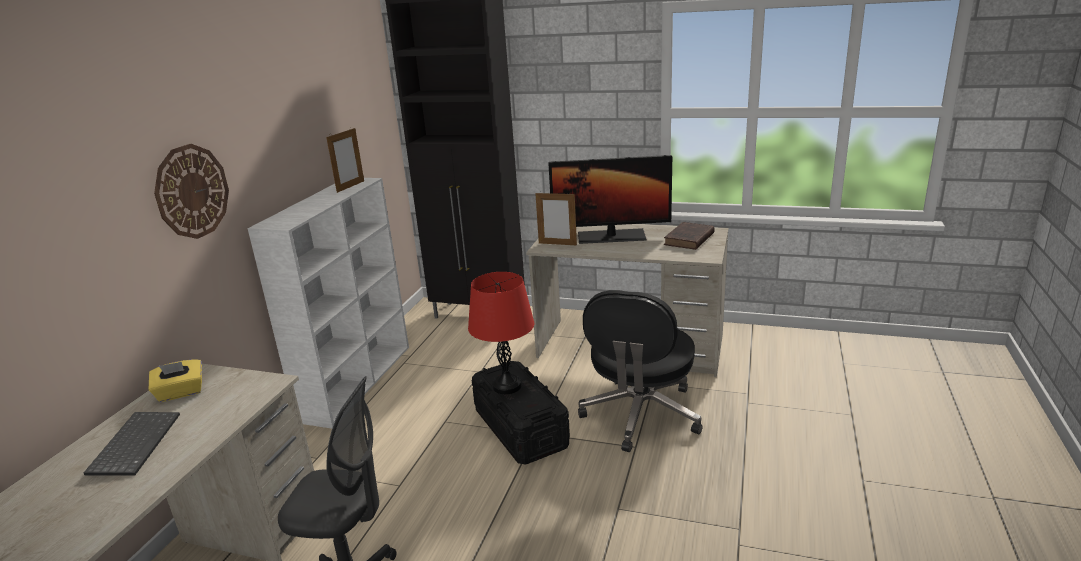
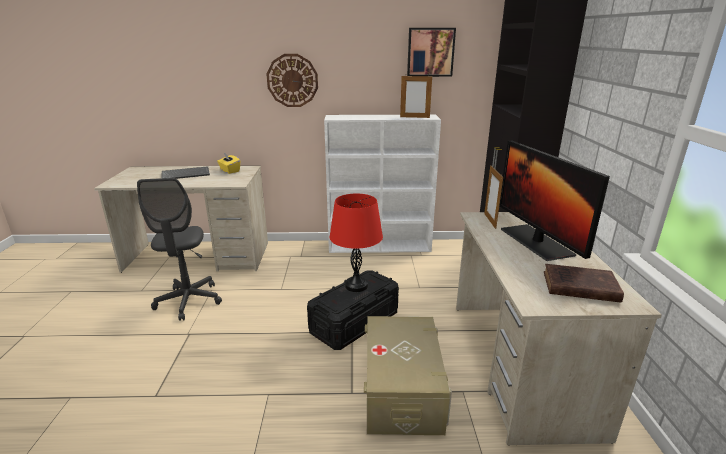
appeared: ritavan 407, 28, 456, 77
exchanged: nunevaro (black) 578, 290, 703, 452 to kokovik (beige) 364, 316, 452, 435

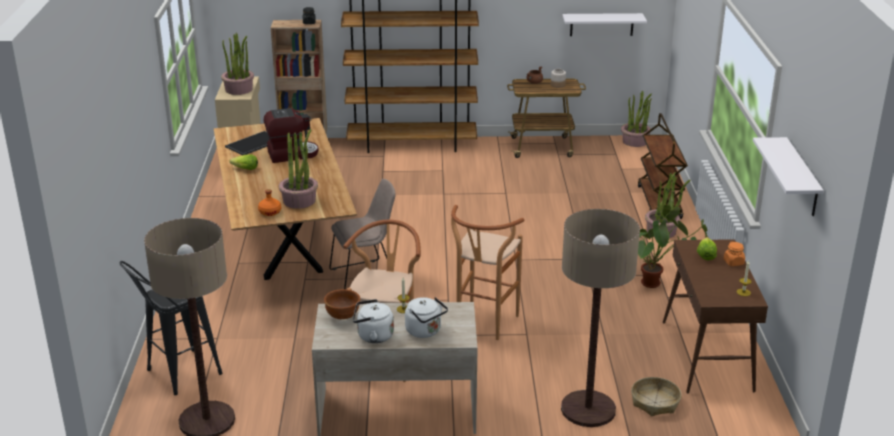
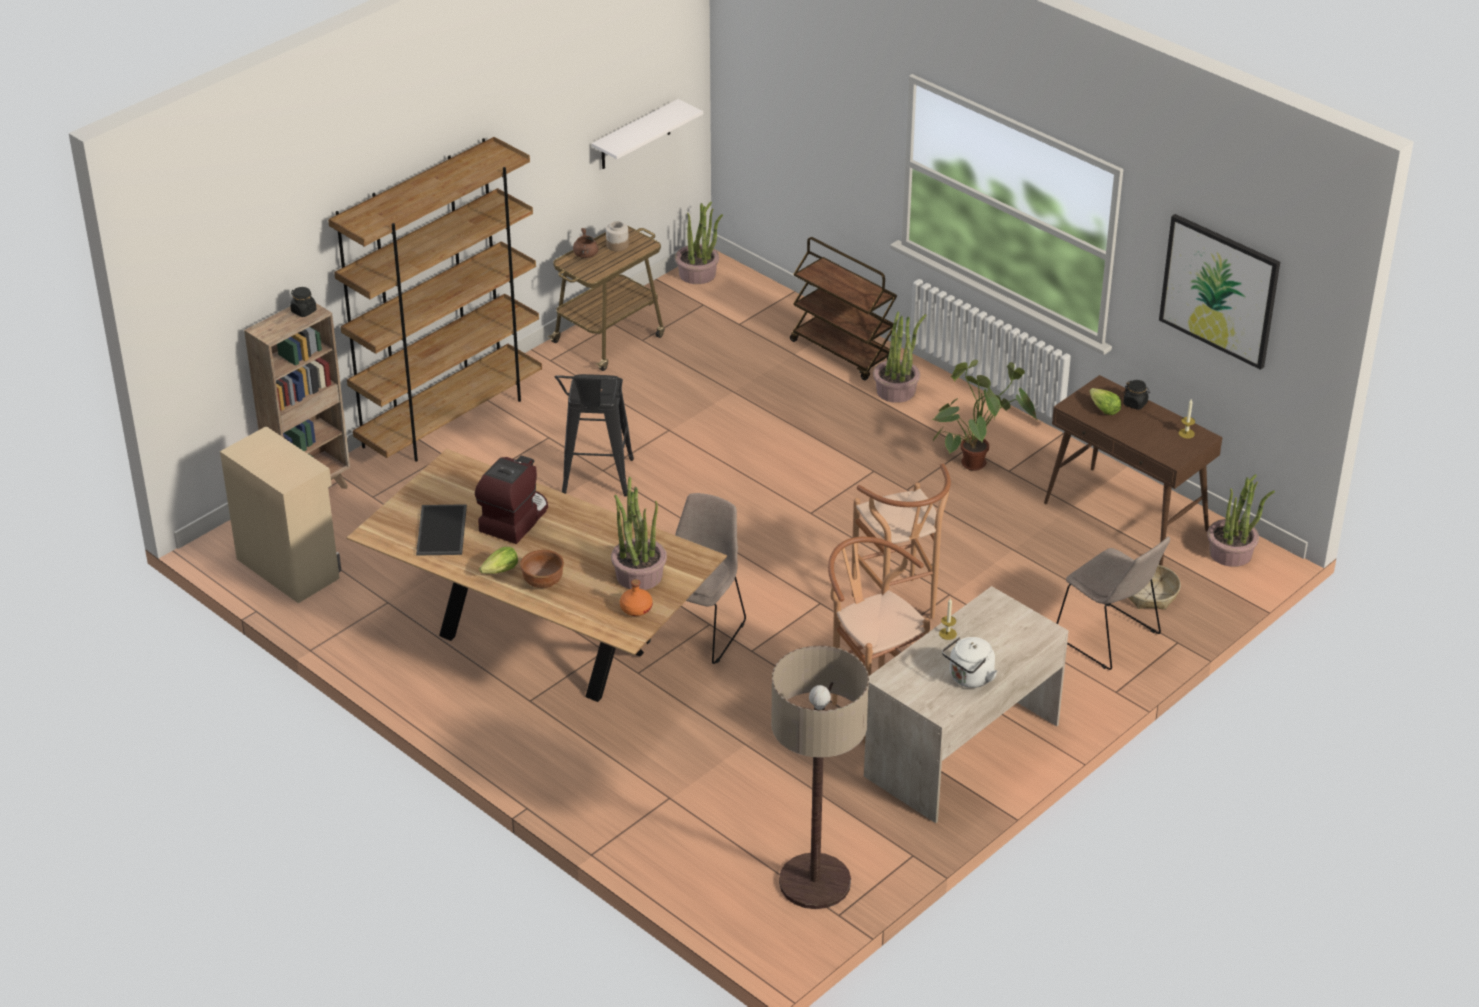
missing: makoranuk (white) 405, 297, 448, 338
relocated: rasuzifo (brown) 324, 289, 360, 319 to 520, 550, 564, 588; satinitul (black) 120, 261, 223, 395 to 555, 374, 634, 496; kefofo 221, 33, 254, 95 to 1207, 474, 1275, 567
exchanged: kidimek 561, 209, 640, 427 to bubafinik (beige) 1056, 537, 1170, 670; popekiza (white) 753, 137, 824, 216 to ritavan 1159, 214, 1280, 370
colour: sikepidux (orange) 724, 241, 745, 266 to sikepidux (black) 1123, 380, 1150, 410

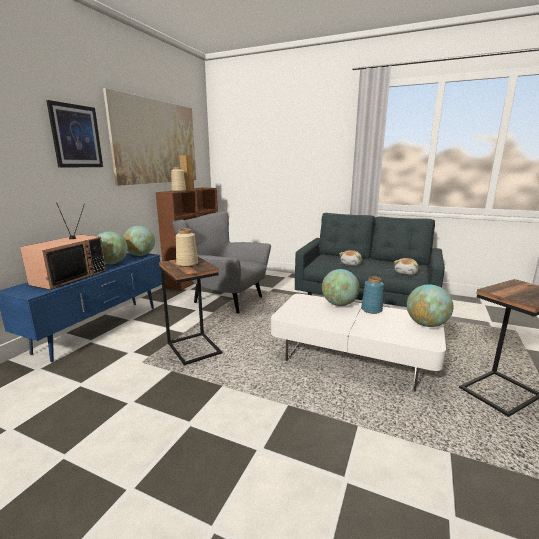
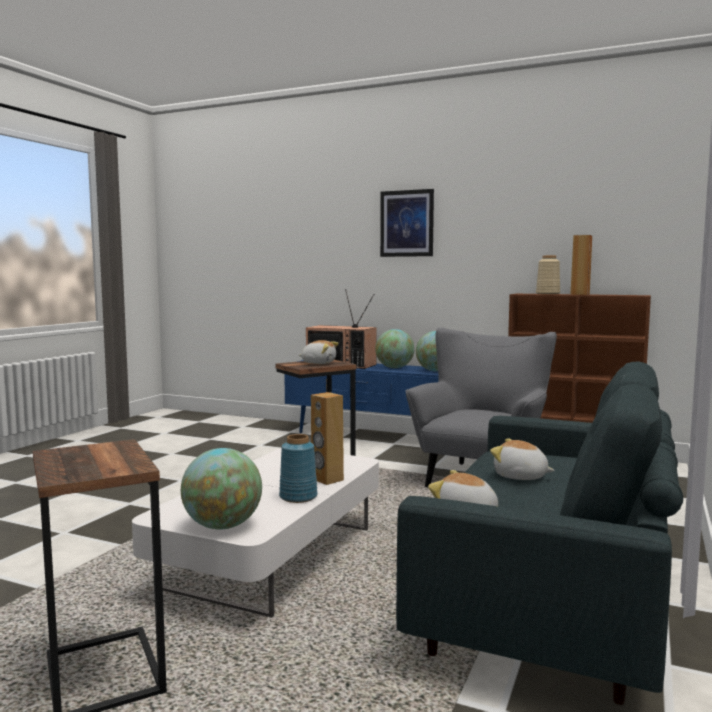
missing: ritavan 103, 88, 196, 186
exchanged: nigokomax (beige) 176, 229, 198, 267 to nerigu 299, 340, 339, 364; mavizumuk 322, 269, 360, 306 to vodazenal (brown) 311, 392, 344, 485

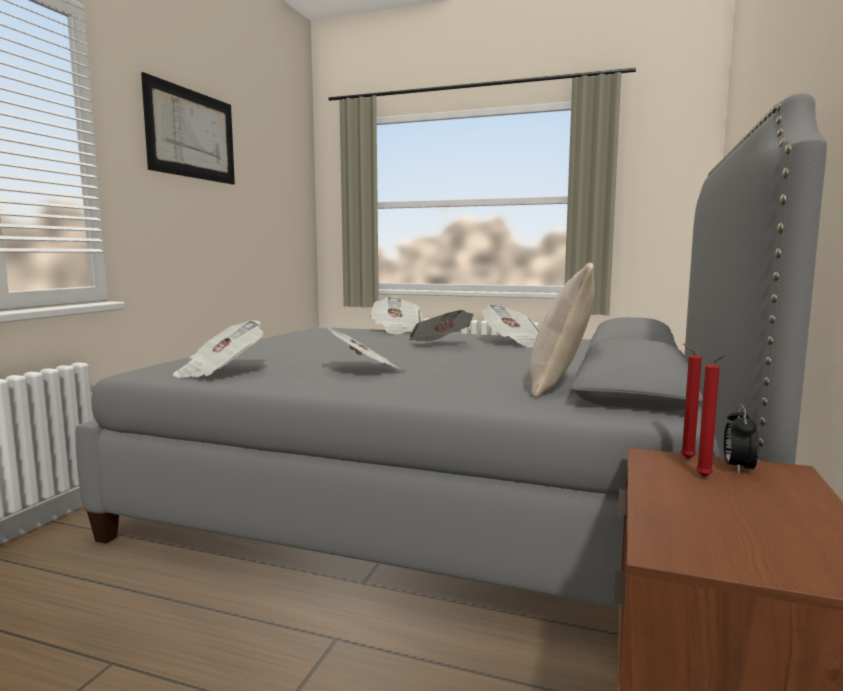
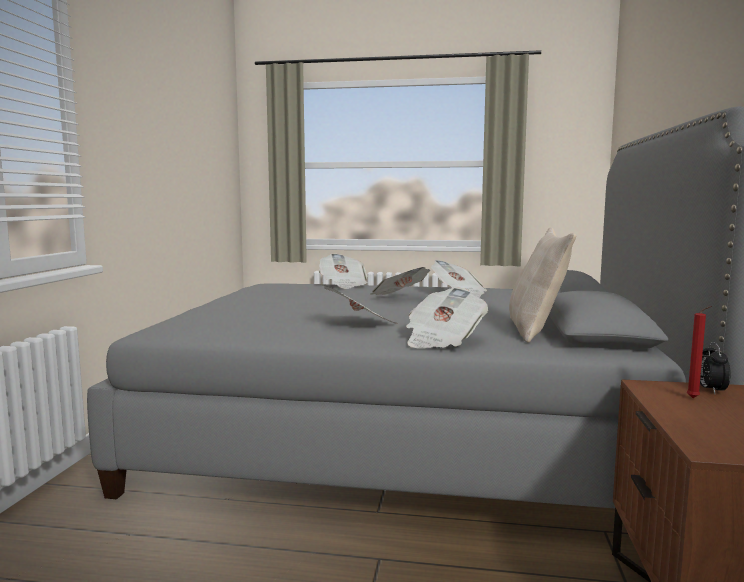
missing: ritavan 141, 72, 235, 185; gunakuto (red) 681, 344, 702, 459
relocated: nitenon 173, 320, 263, 378 to 406, 287, 488, 349

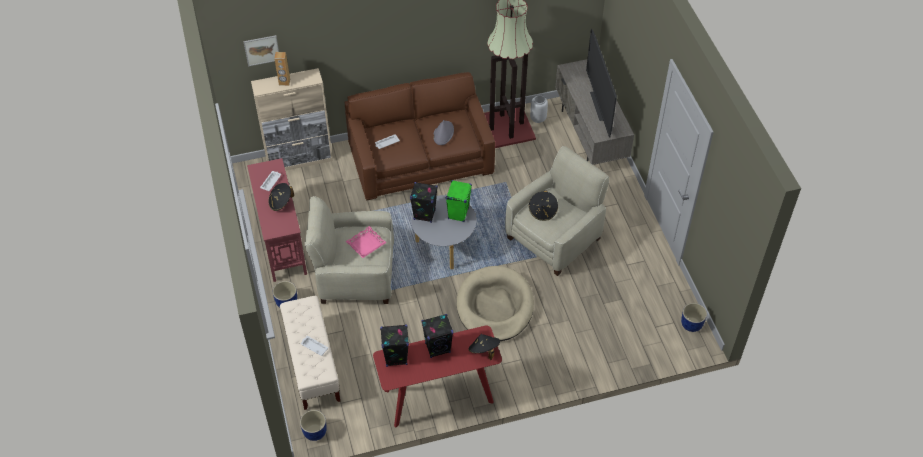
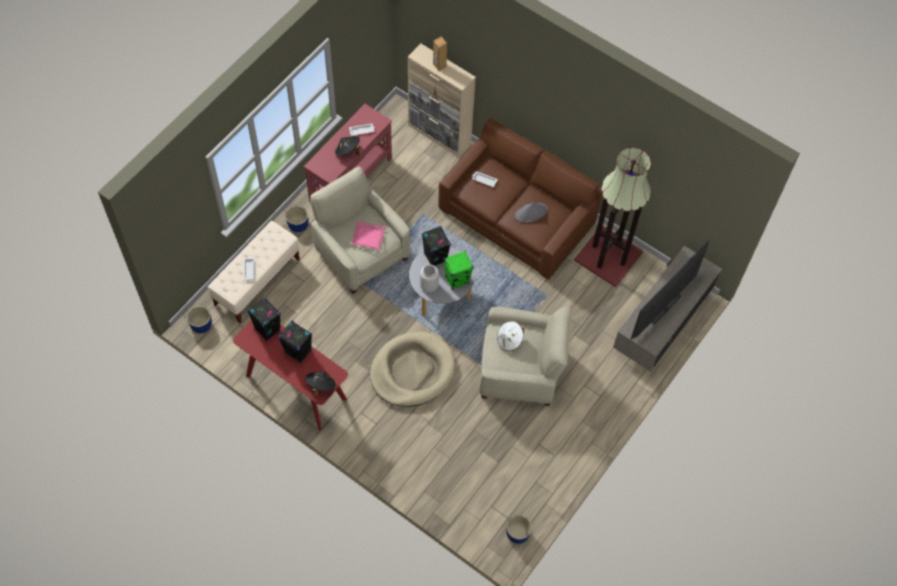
missing: ritavan 243, 35, 279, 66
relocated: nigokomax (grey) 530, 95, 548, 123 to 420, 264, 439, 292
colour: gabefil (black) 529, 190, 558, 221 to gabefil (white) 497, 321, 524, 351

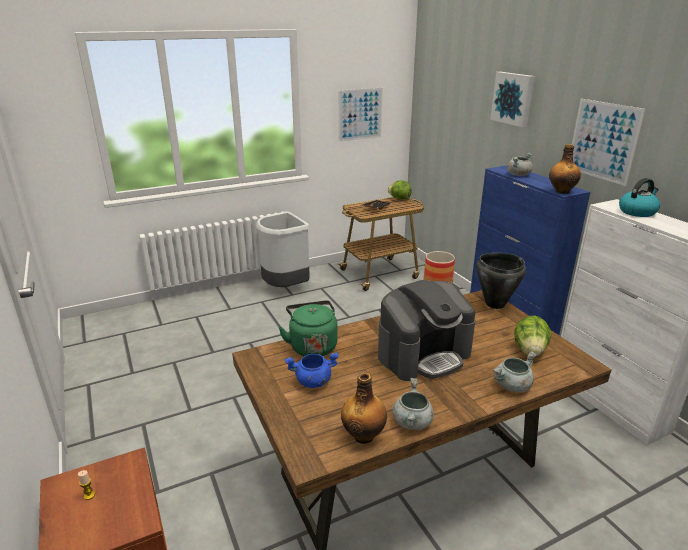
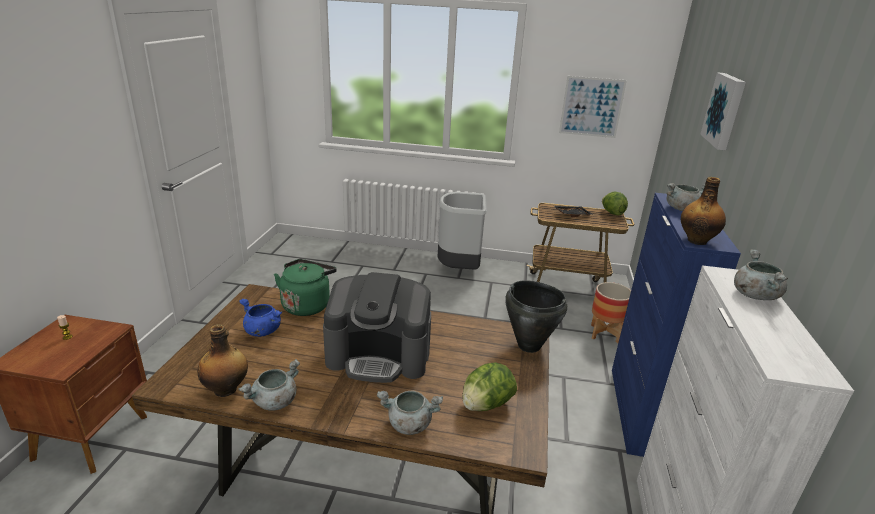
missing: ritavan 572, 99, 645, 186
exchanged: makoranuk 619, 178, 660, 217 to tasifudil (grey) 734, 249, 788, 300

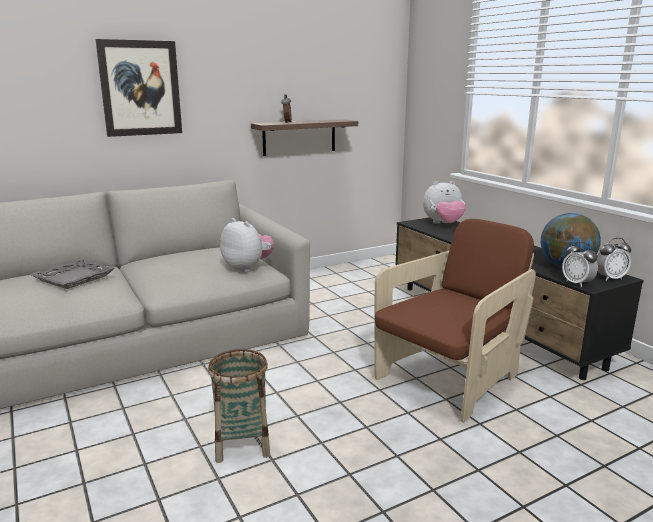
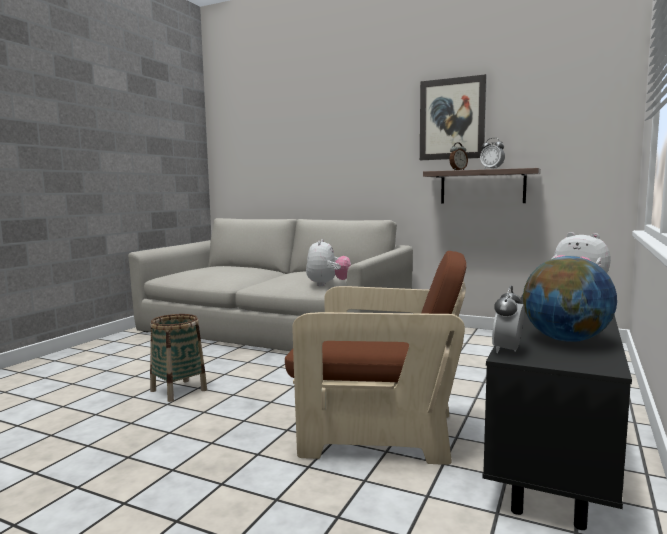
missing: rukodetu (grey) 30, 259, 115, 289
relocated: ritavan 95, 39, 182, 137 to 420, 74, 487, 160; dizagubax 597, 238, 631, 281 to 480, 138, 505, 169

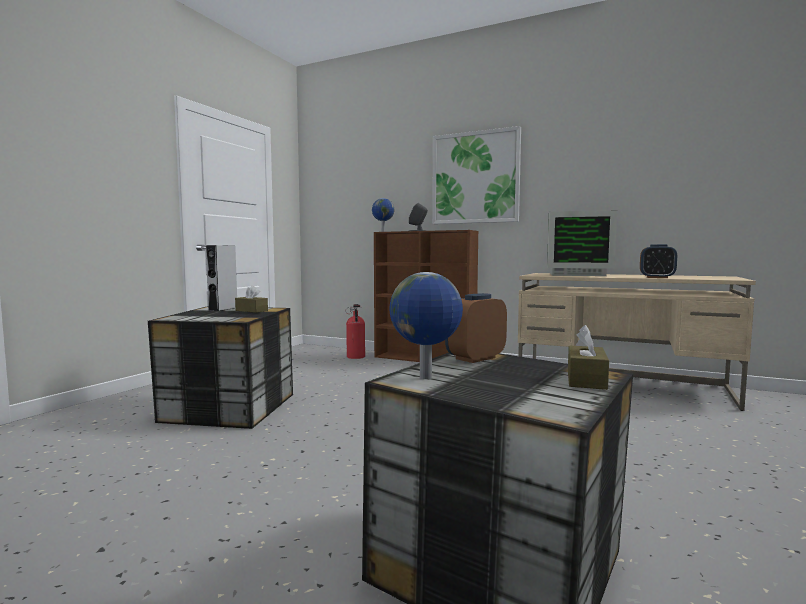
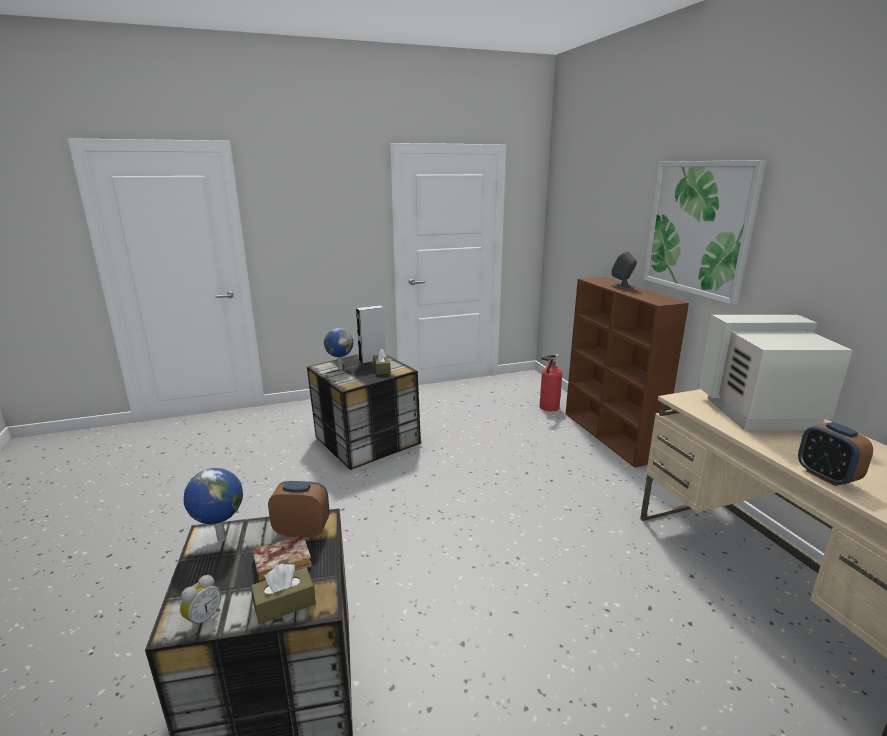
appeared: dizagubax 180, 575, 221, 632; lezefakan 253, 535, 312, 582
relocated: mavizumuk 372, 198, 394, 232 to 324, 328, 353, 370
spun: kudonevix 547, 210, 617, 276 = 698, 315, 853, 430 120 degrees clockwise

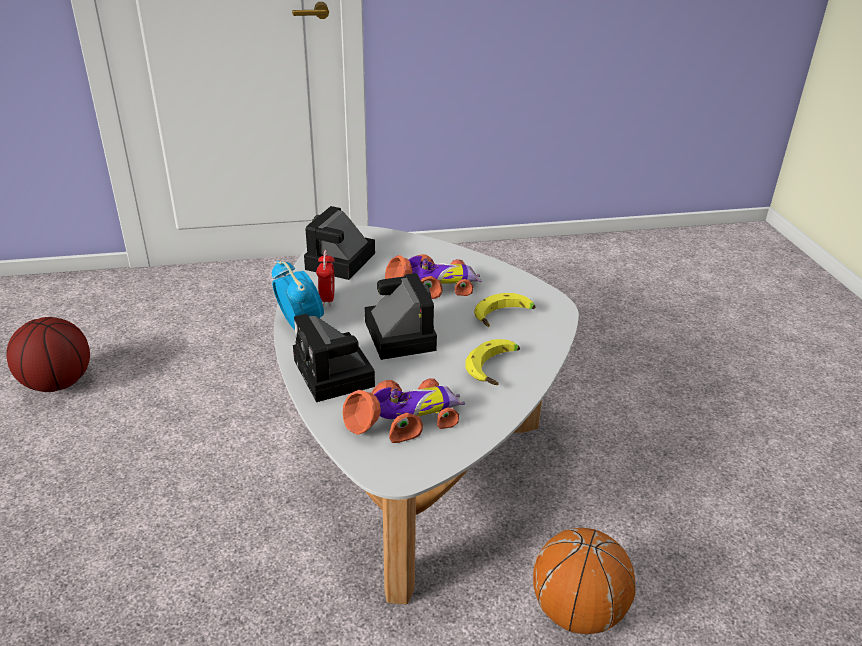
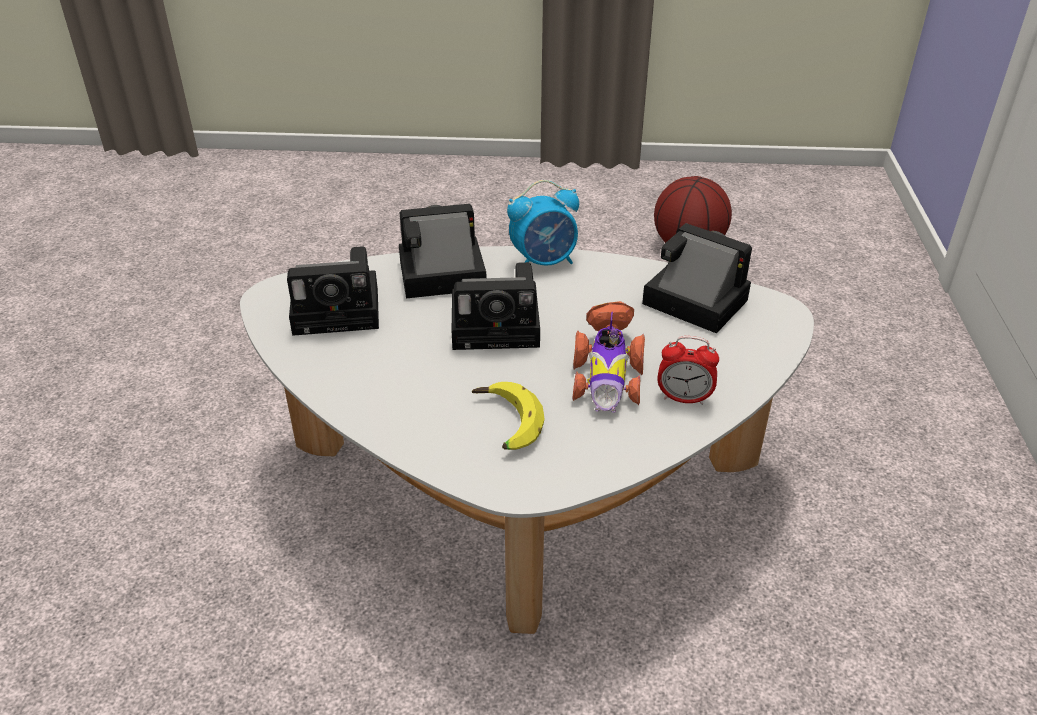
missing: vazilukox 465, 339, 520, 385; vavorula 533, 528, 636, 634
relocated: dizagubax 316, 250, 335, 306 to 657, 336, 719, 405
exchanged: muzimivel 342, 378, 465, 443 to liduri 287, 246, 379, 336

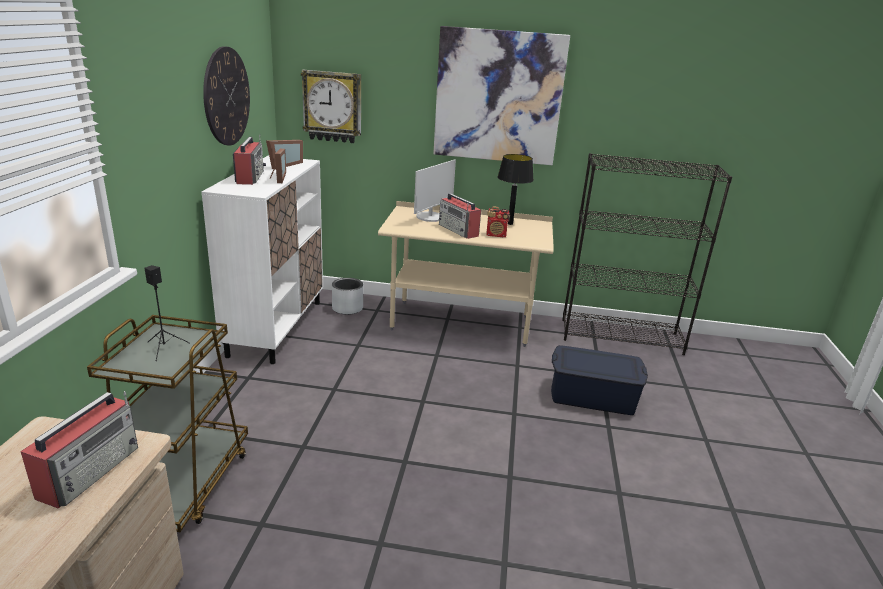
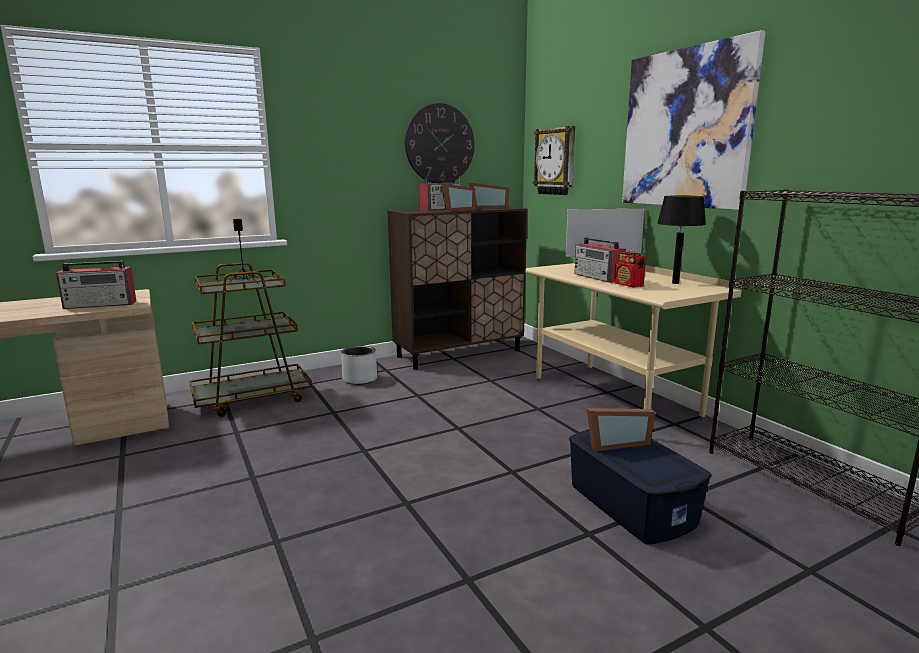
appeared: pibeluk 586, 408, 655, 451
relocated: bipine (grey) 332, 278, 363, 315 to 341, 346, 377, 385
colour: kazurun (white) 201, 156, 323, 364 to kazurun (brown) 388, 207, 527, 370
spun: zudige 439, 193, 481, 239 = 574, 238, 626, 283 45 degrees counterclockwise

